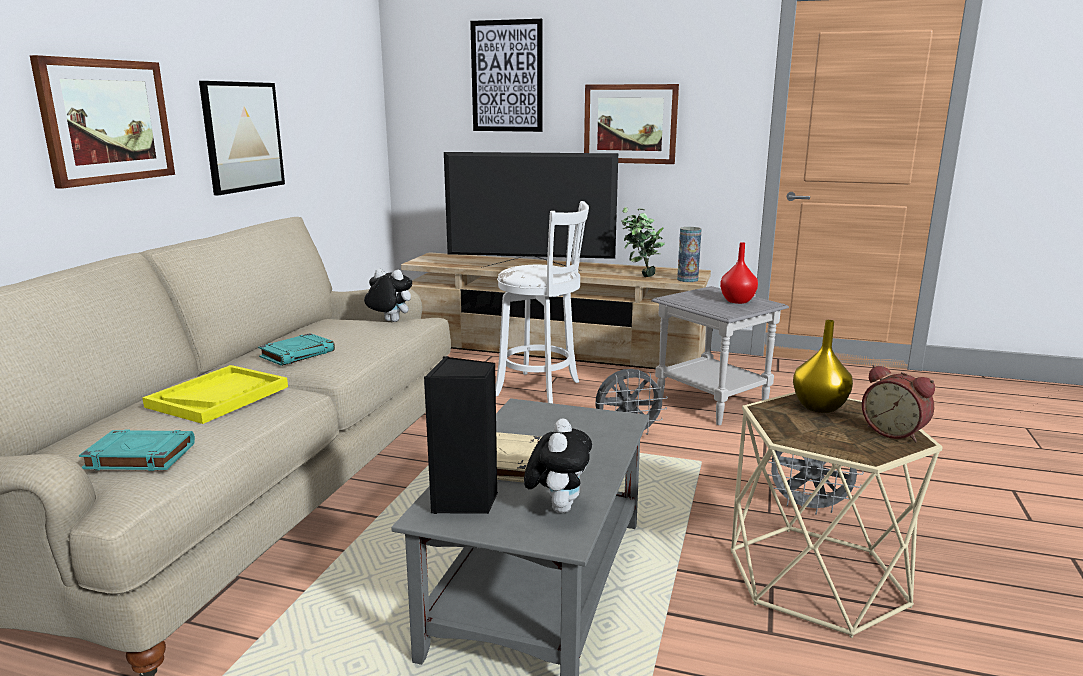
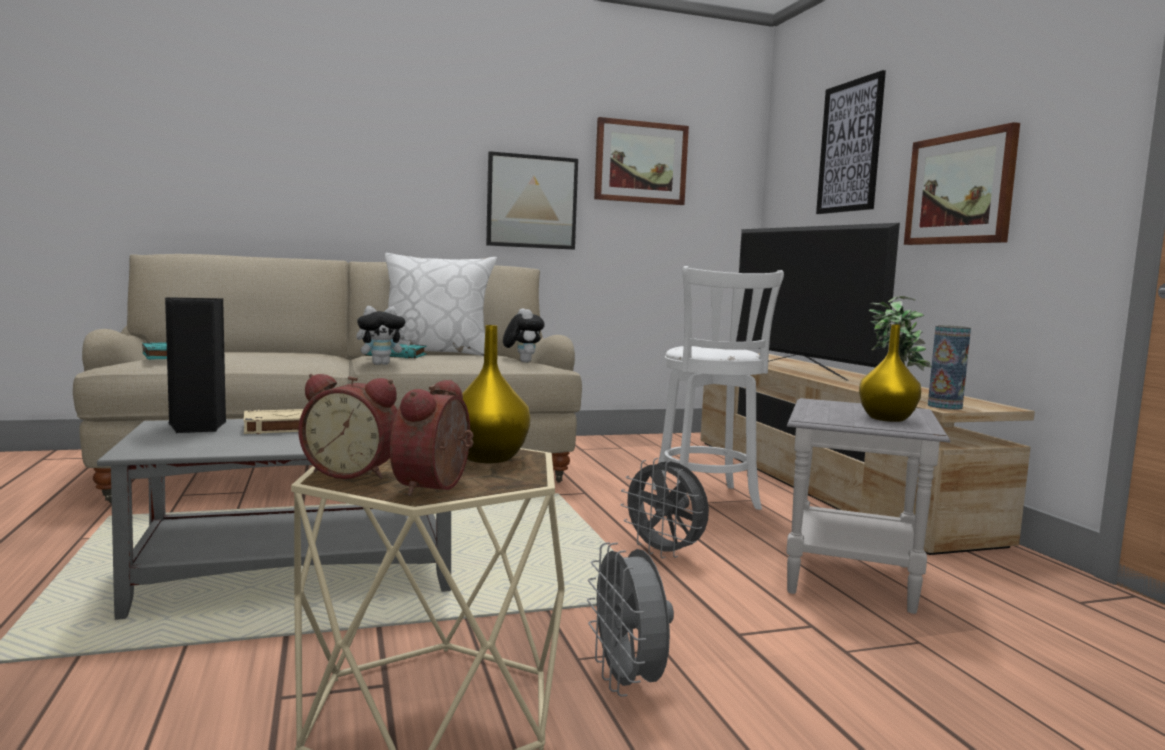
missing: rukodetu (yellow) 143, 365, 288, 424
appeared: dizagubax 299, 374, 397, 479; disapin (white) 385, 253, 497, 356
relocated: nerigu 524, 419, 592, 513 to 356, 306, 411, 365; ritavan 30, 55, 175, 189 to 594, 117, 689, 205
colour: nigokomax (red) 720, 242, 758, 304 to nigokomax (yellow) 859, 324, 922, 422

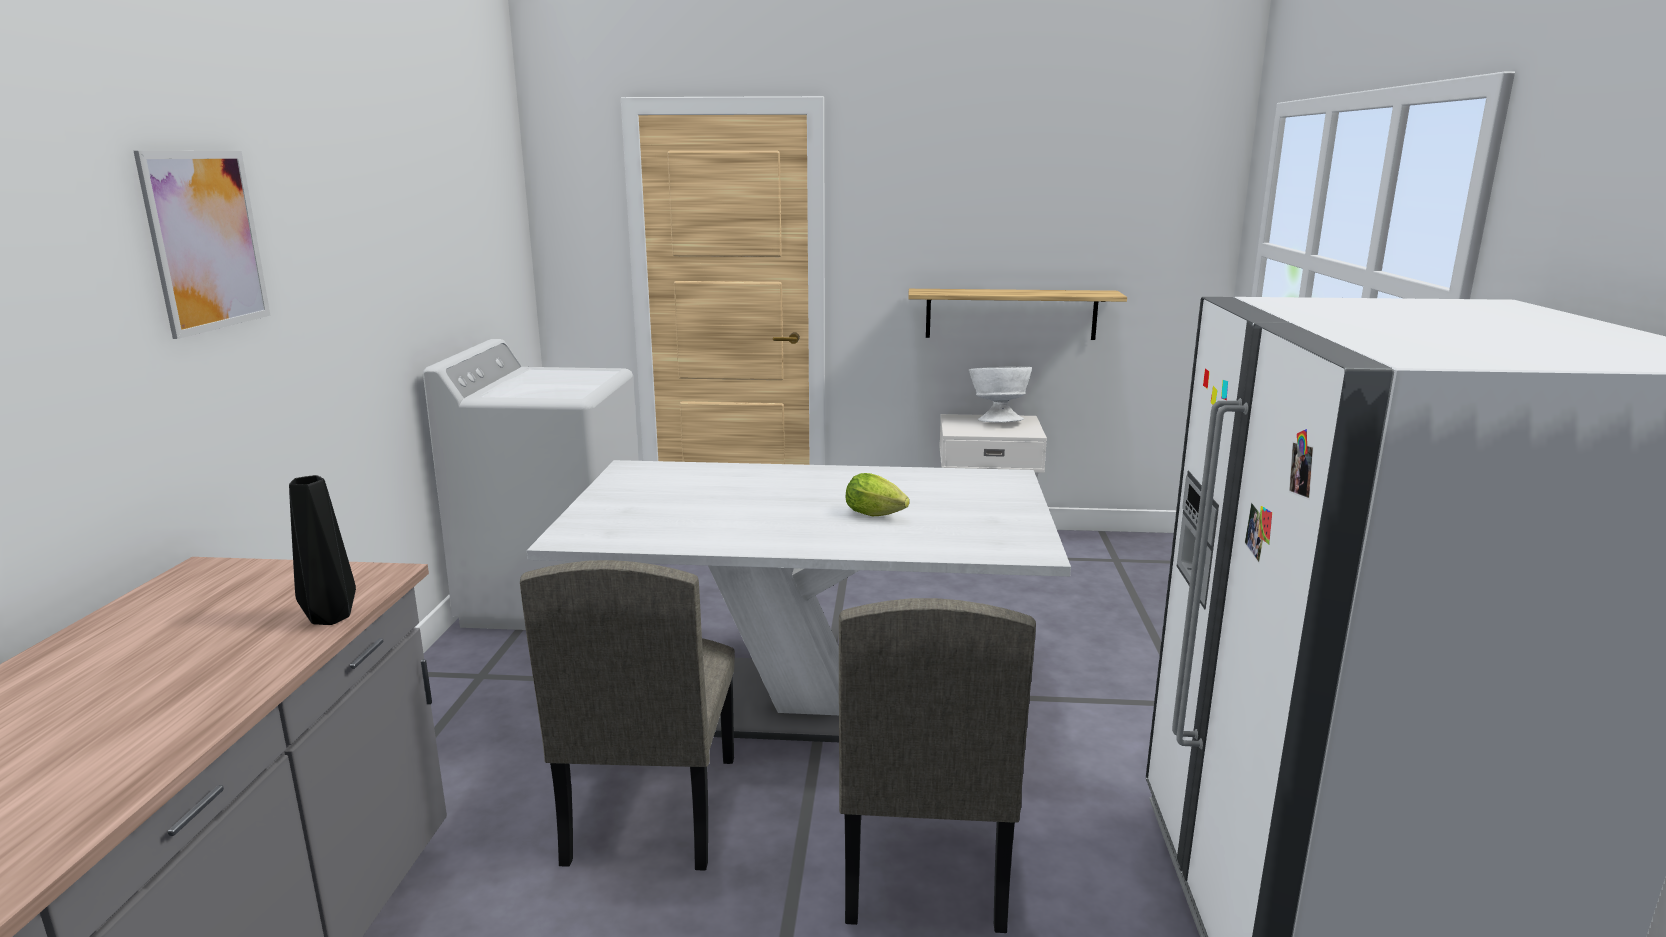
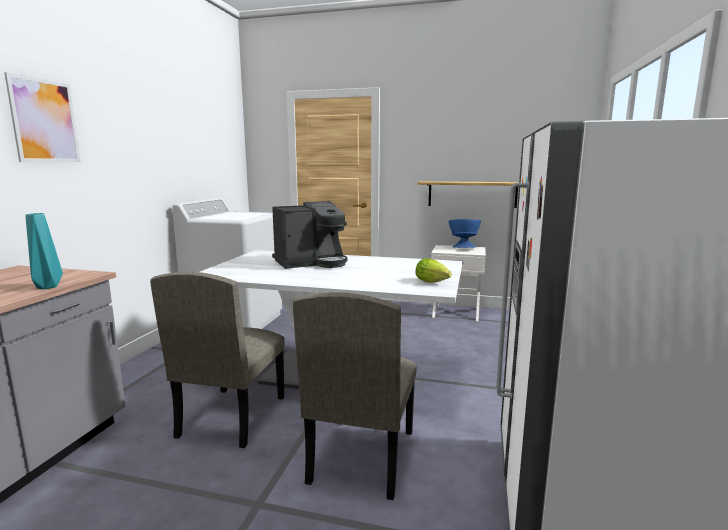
appeared: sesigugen 272, 201, 347, 269
relocated: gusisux 846, 473, 910, 516 to 416, 258, 452, 283
colour: nigokomax (black) 289, 475, 356, 625 to nigokomax (turquoise) 25, 213, 63, 289; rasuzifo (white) 969, 366, 1032, 422 to rasuzifo (blue) 448, 219, 481, 248

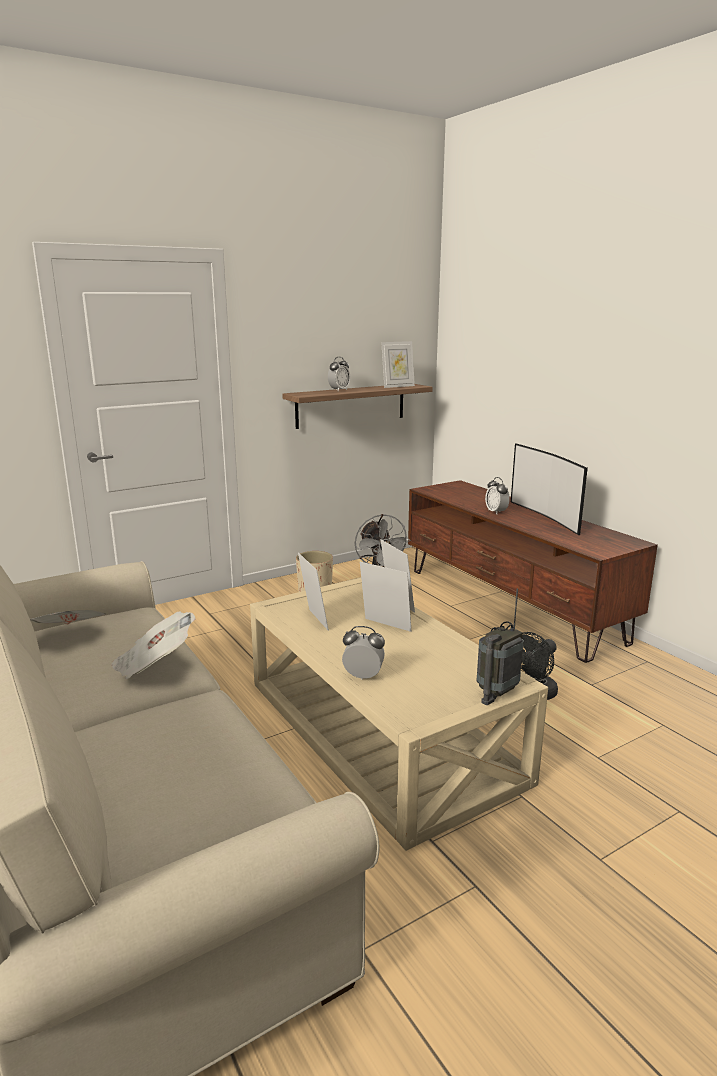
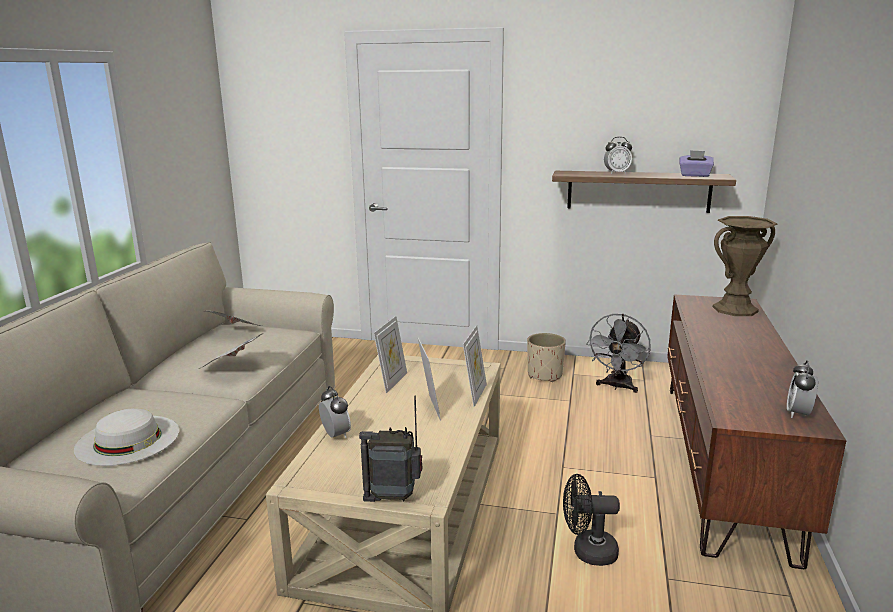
missing: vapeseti 511, 443, 588, 535
appeared: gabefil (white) 74, 408, 179, 466; nigokomax (brown) 713, 216, 778, 316
relocated: dizagubax 485, 477, 510, 514 to 787, 360, 818, 418
exchanged: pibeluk 381, 341, 415, 388 to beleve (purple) 680, 150, 714, 177

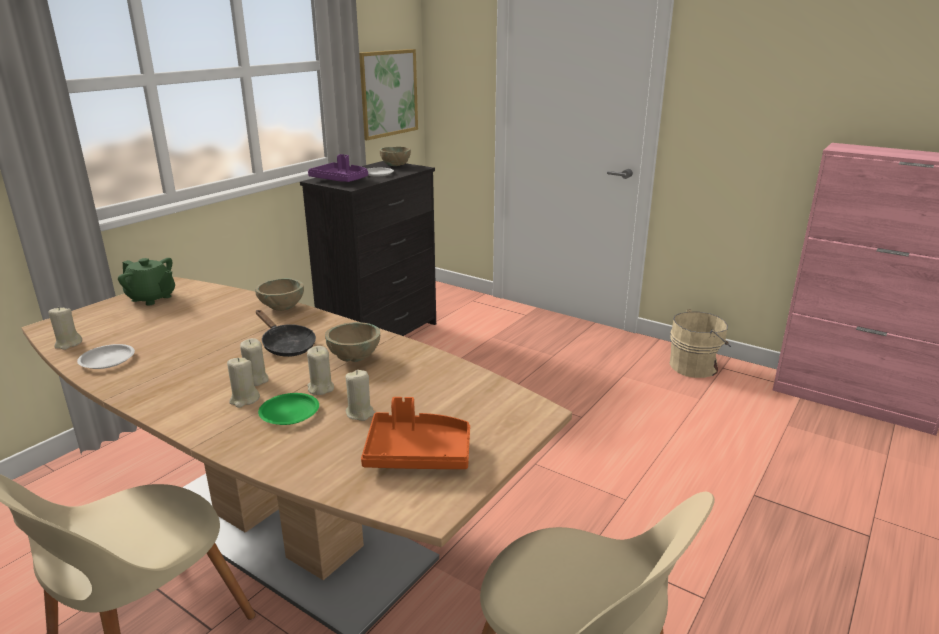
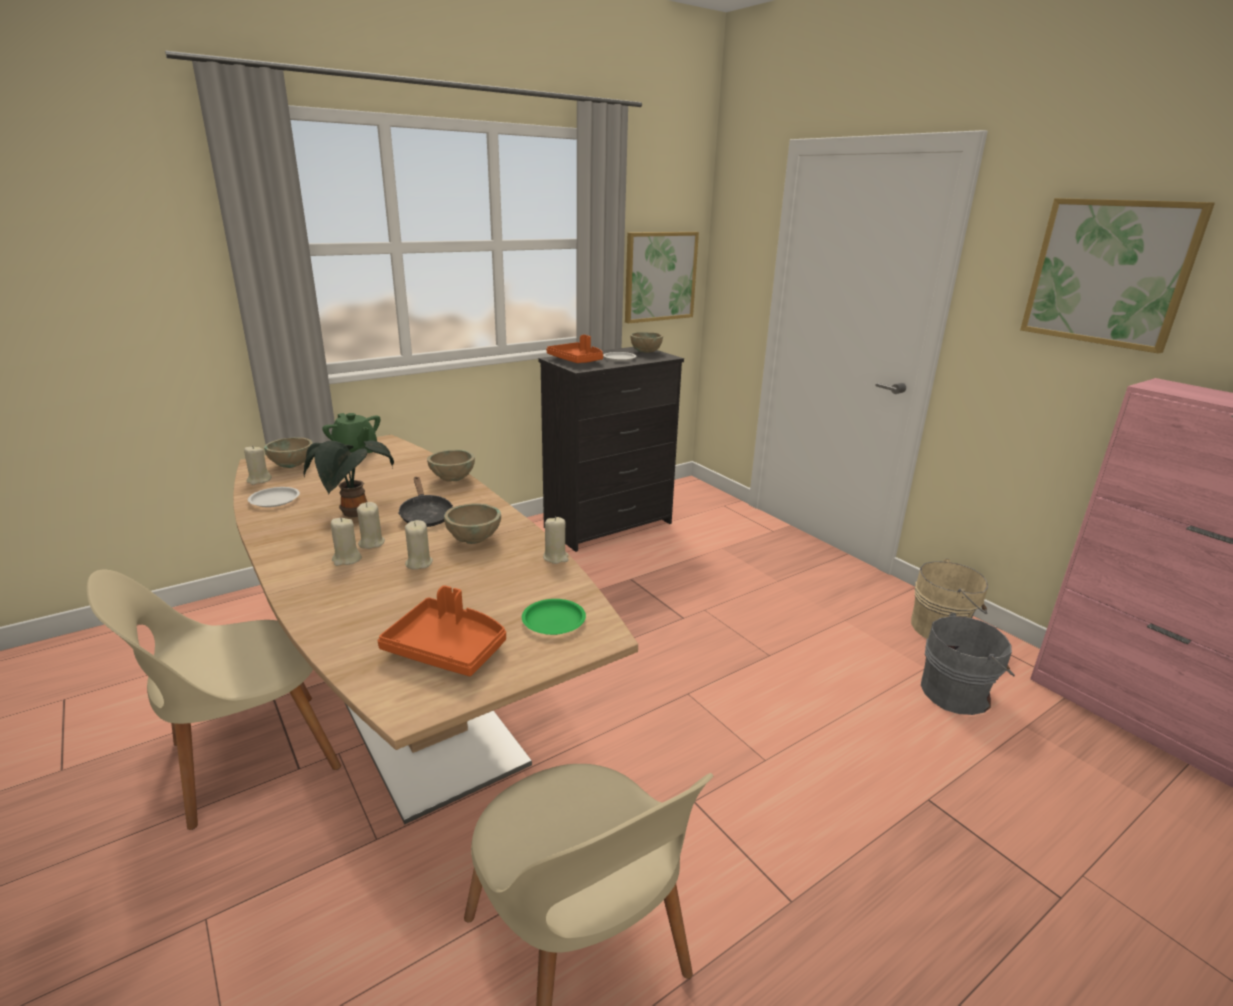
appeared: rasuzifo (beige) 264, 437, 313, 468; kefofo 303, 440, 394, 517; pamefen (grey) 921, 613, 1015, 715; ritavan 1020, 198, 1215, 354
relocated: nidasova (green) 258, 393, 319, 425 to 522, 599, 586, 635; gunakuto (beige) 345, 370, 376, 421 to 543, 517, 569, 564
colour: rukodetu (purple) 308, 154, 368, 182 to rukodetu (orange) 547, 335, 603, 363

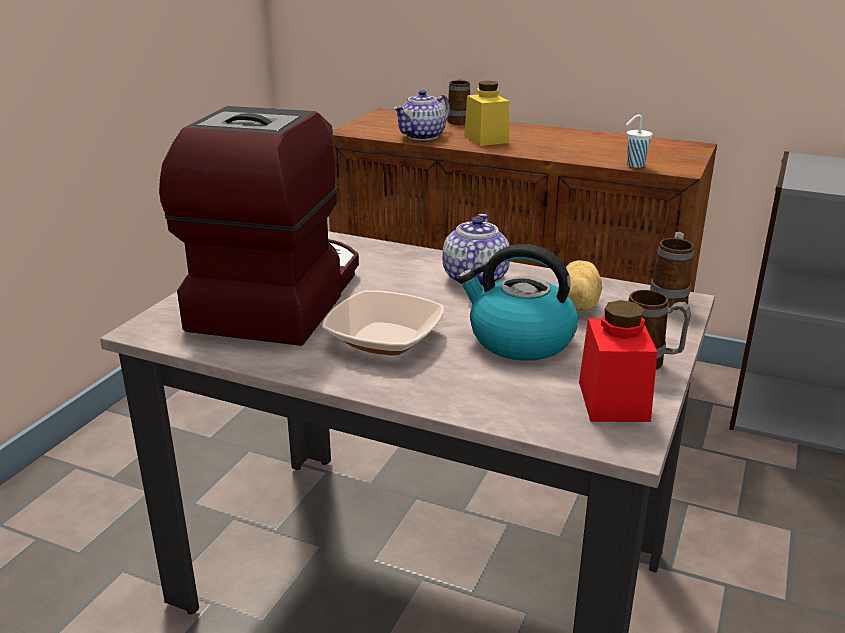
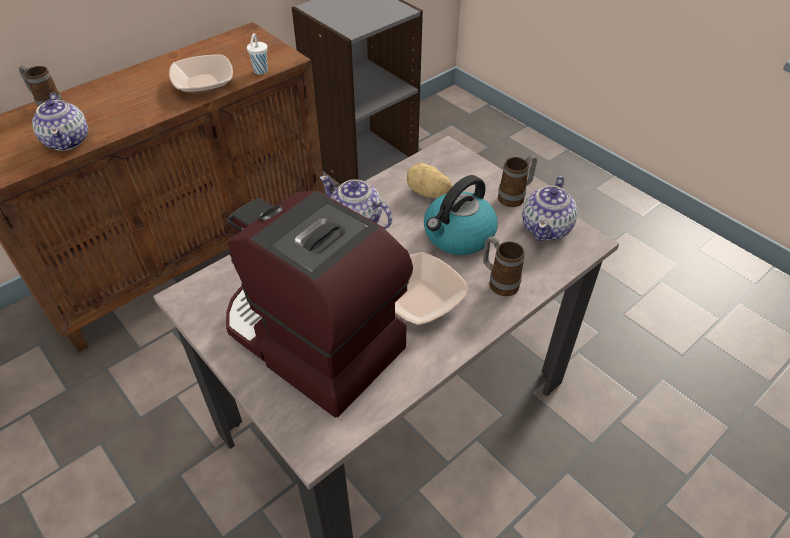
missing: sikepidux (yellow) 464, 81, 509, 146
appeared: rasuzifo 169, 54, 233, 94
relocated: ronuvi 650, 232, 694, 310 to 483, 236, 525, 296
exchanged: sikepidux (red) 579, 300, 658, 422 to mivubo 522, 176, 578, 241

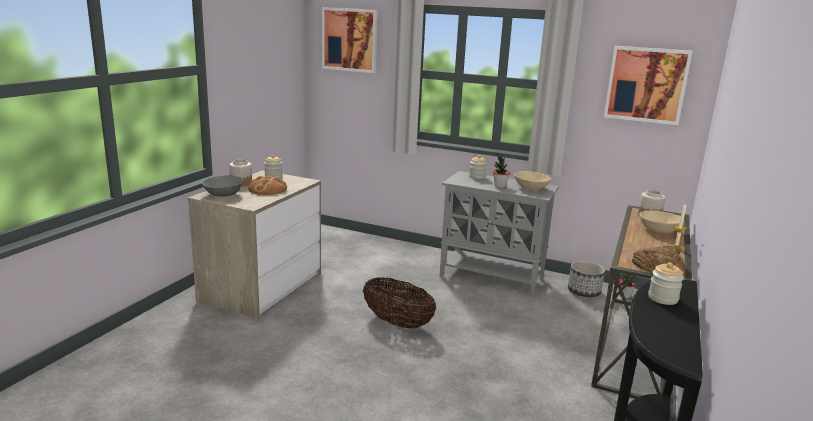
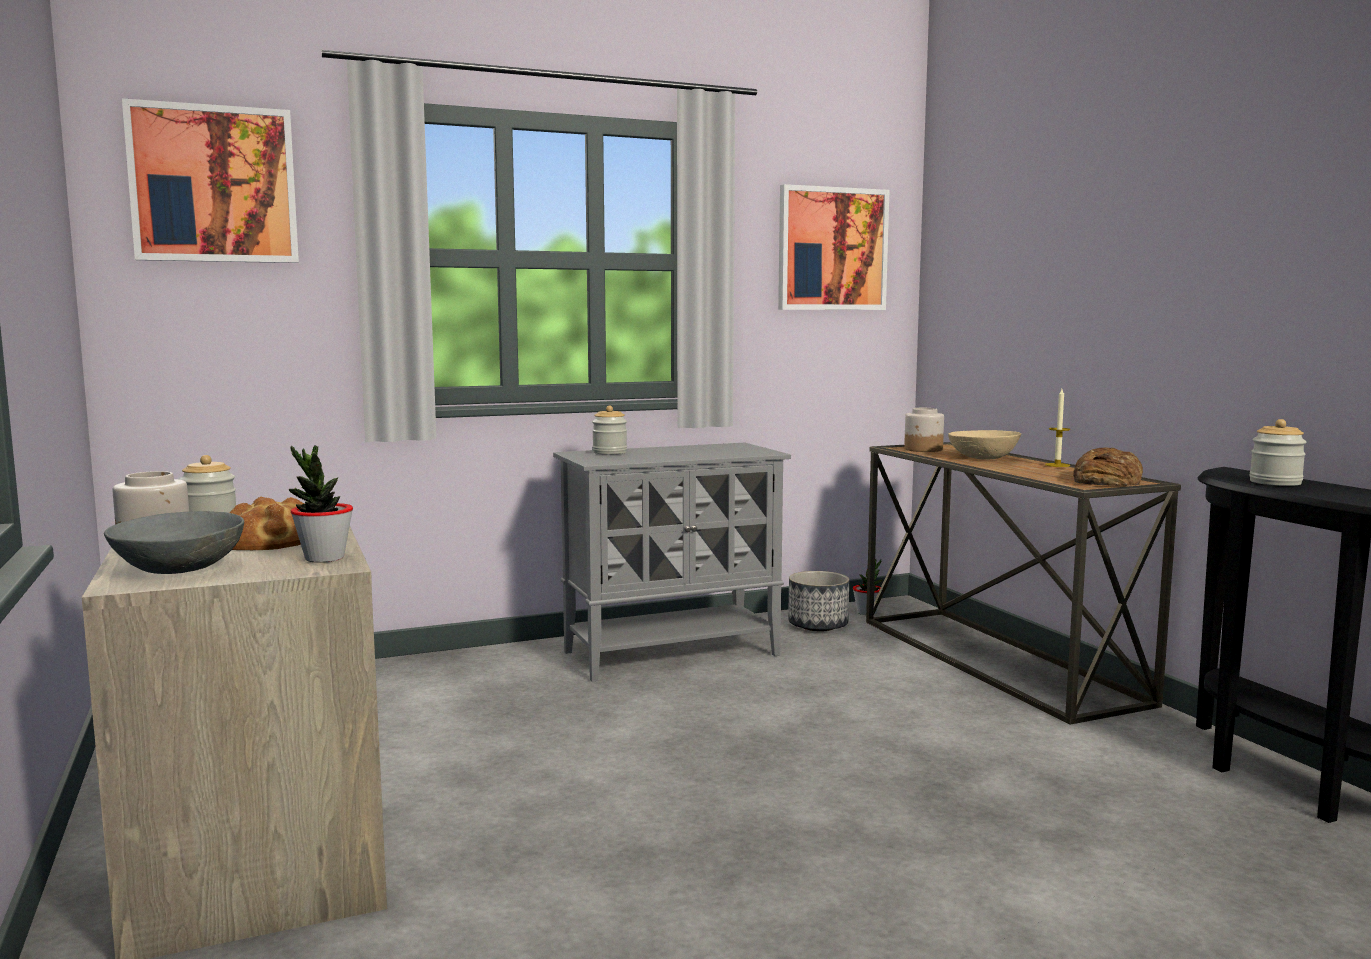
missing: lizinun 363, 277, 436, 329; rasuzifo (beige) 514, 171, 551, 190
relocated: kefofo 493, 152, 510, 188 to 289, 445, 353, 563

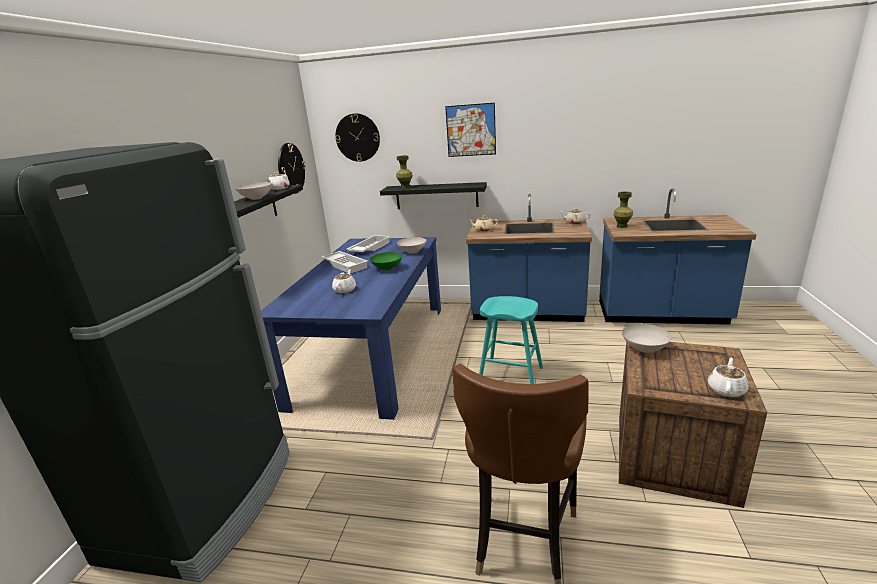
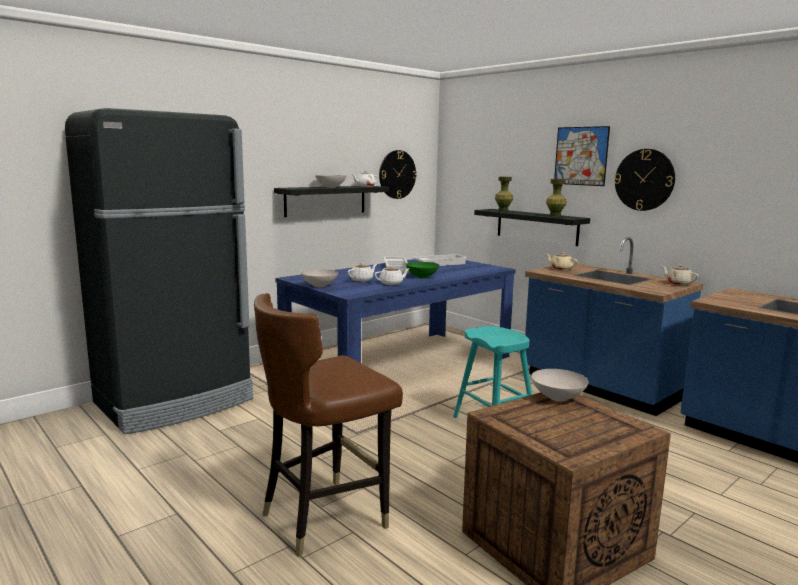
relocated: rasuzifo (white) 397, 237, 426, 254 to 301, 269, 338, 287; mivubo (white) 708, 358, 749, 397 to 374, 266, 410, 285; nigokomax (green) 614, 192, 633, 228 to 546, 179, 567, 217; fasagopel 335, 113, 380, 162 to 614, 149, 675, 211

